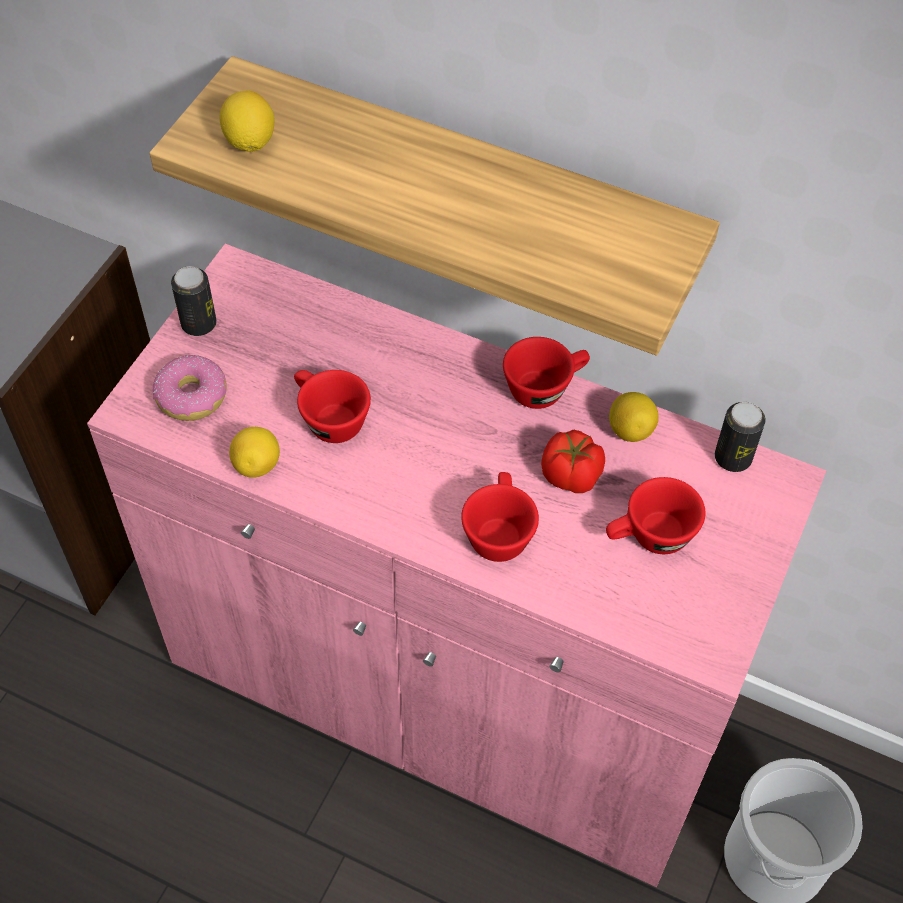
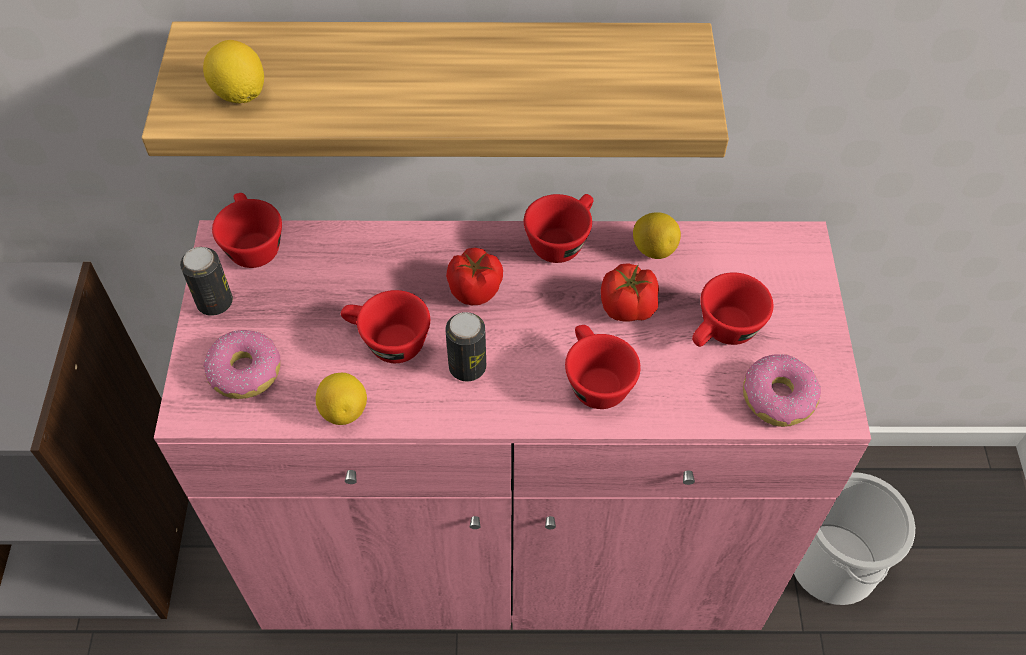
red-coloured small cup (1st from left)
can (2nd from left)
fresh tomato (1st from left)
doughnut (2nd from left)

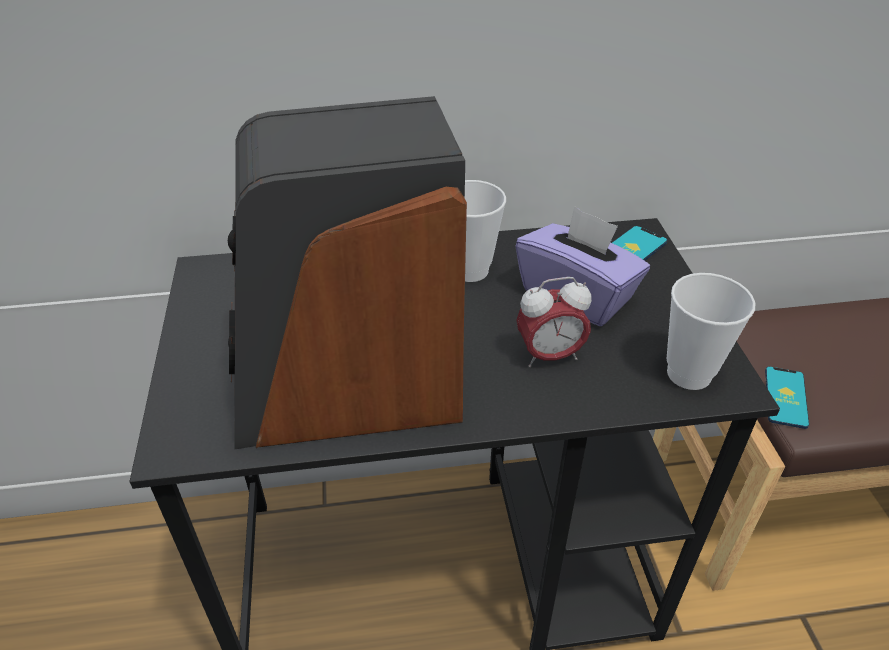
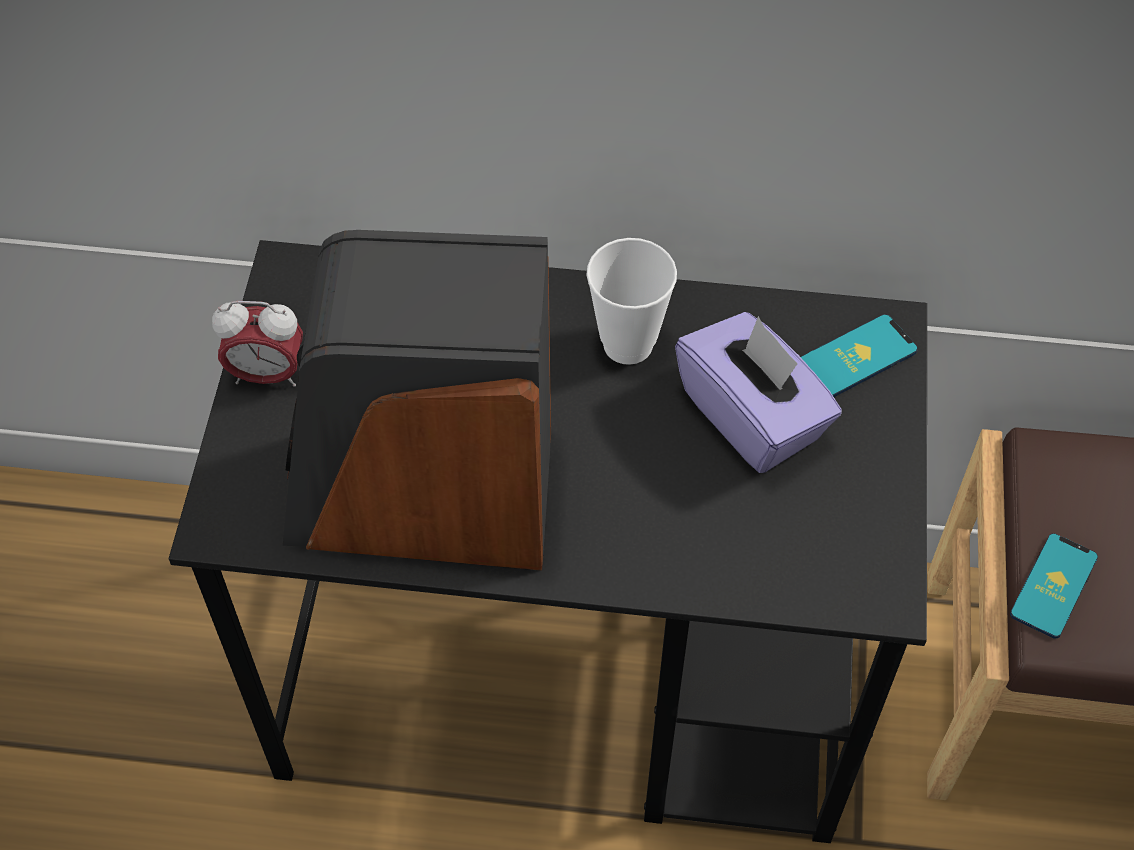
bedside clock
small cup (2nd from left in the first image)

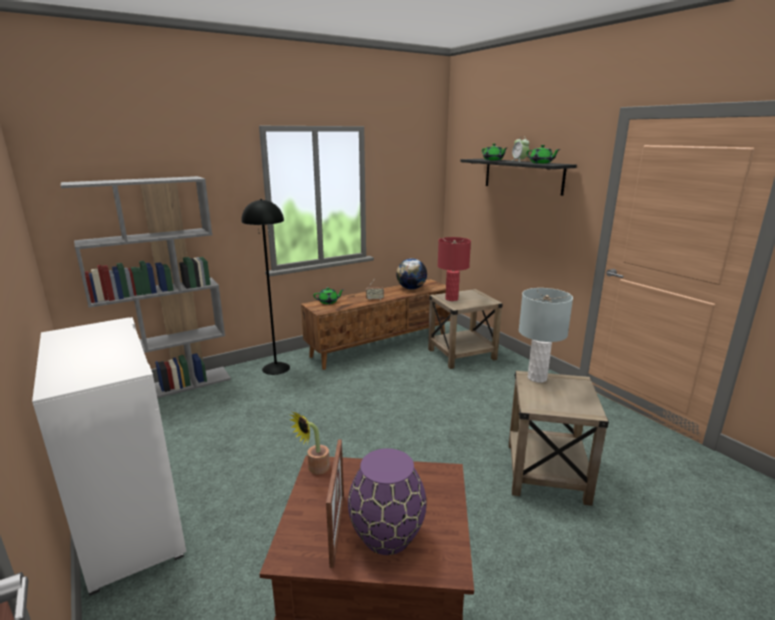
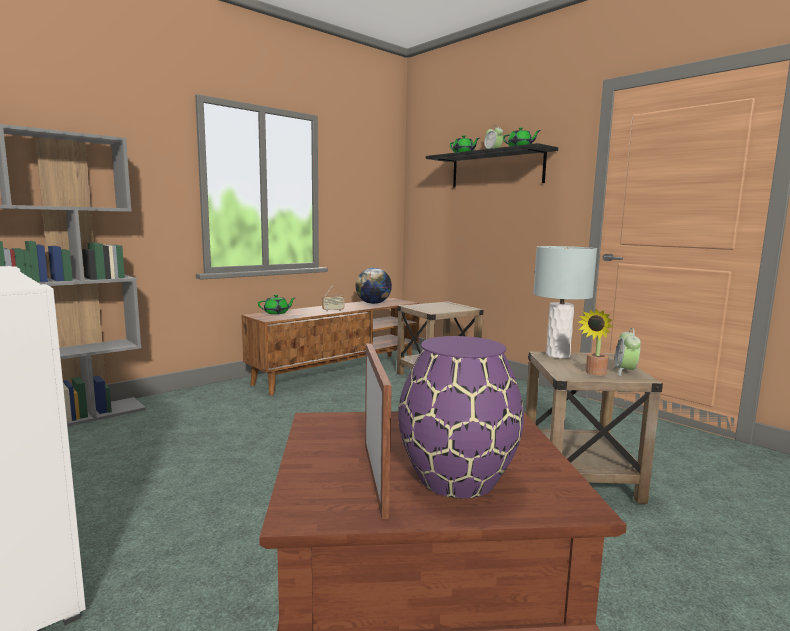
potted plant
bedside clock (2nd from left)
black floor lamp
red-coloured lamp for a table

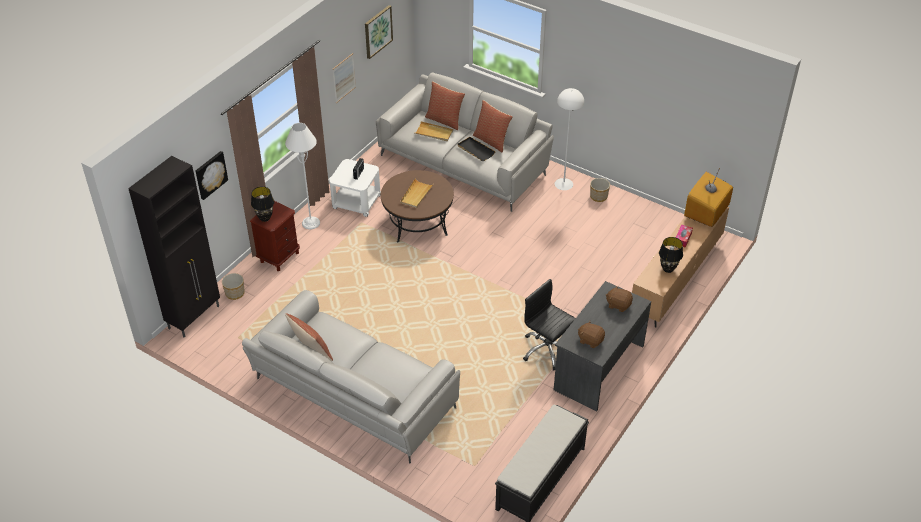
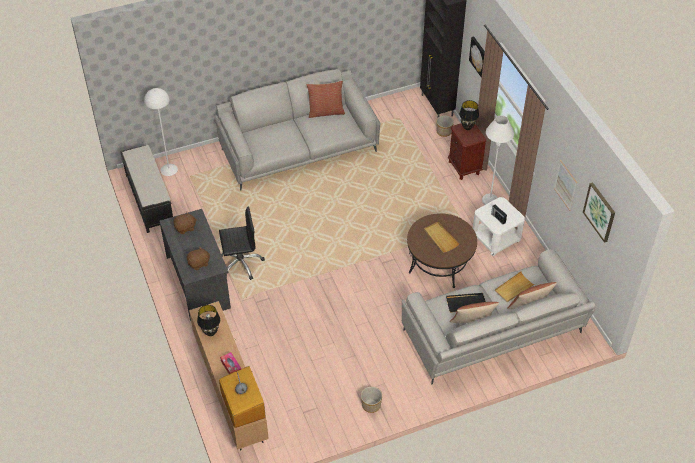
white-coloured floor lamp (1st from left)

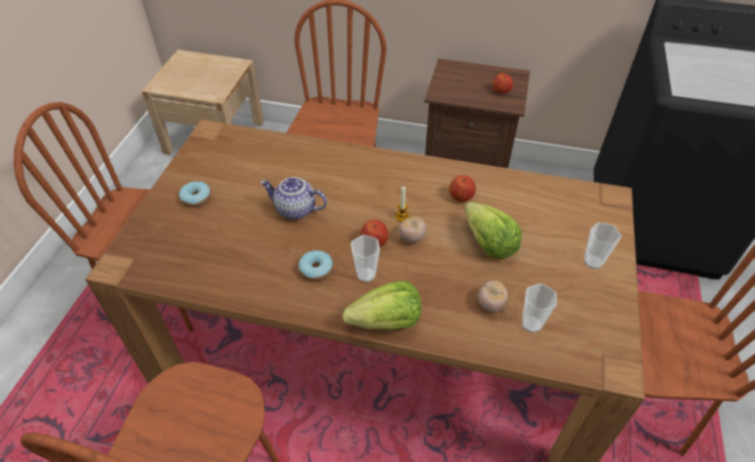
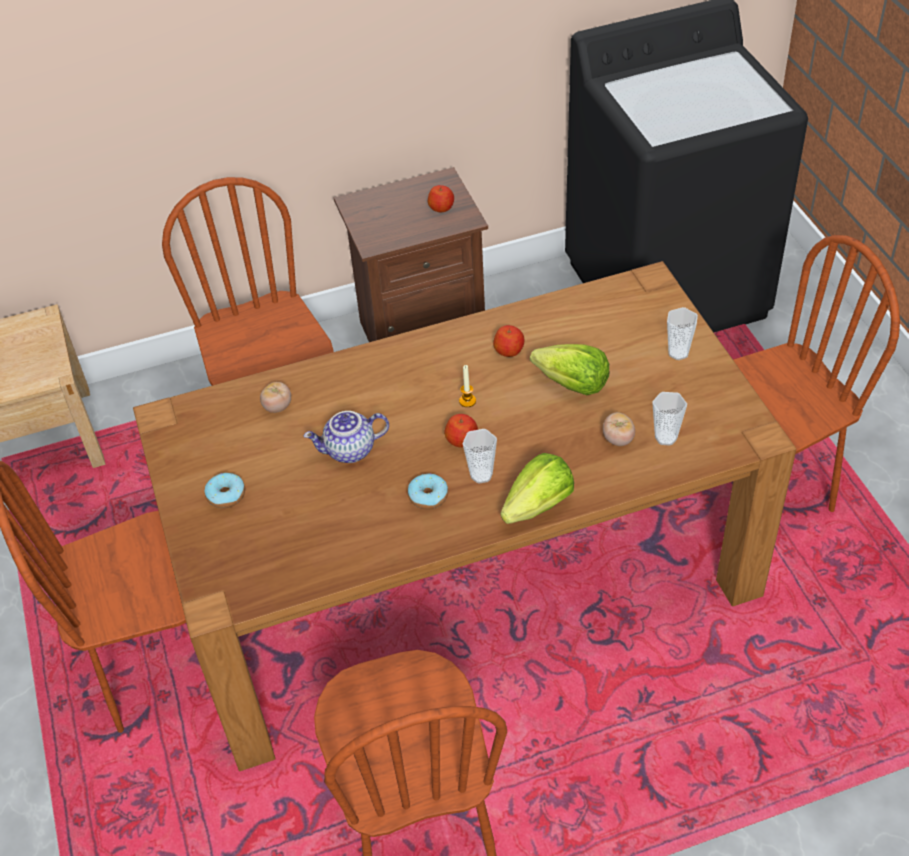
fresh tomato (1st from left)

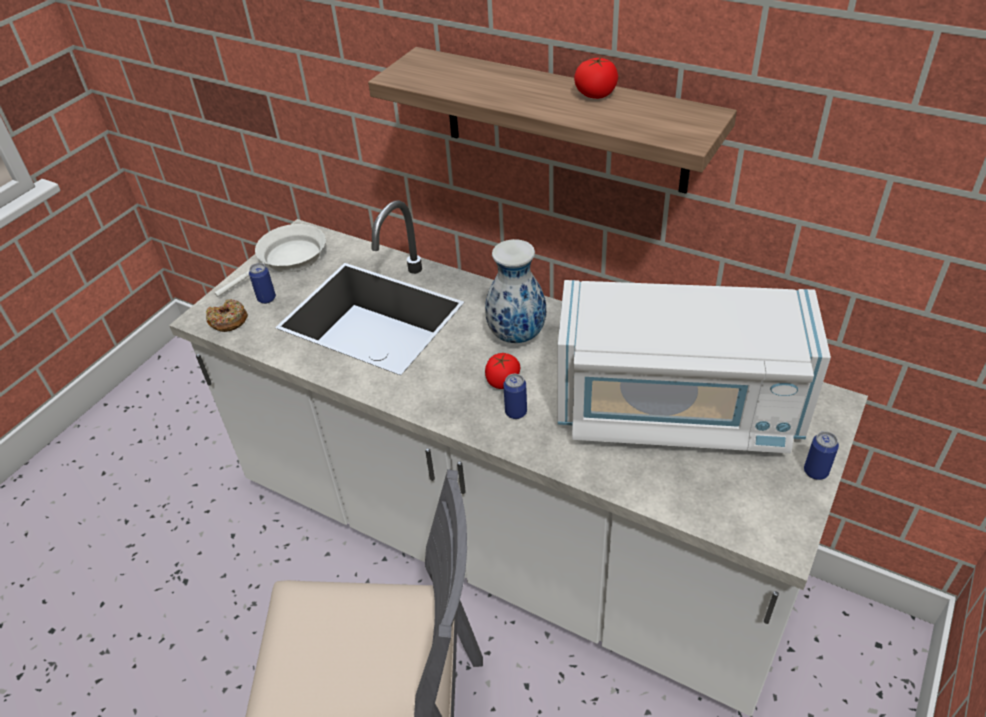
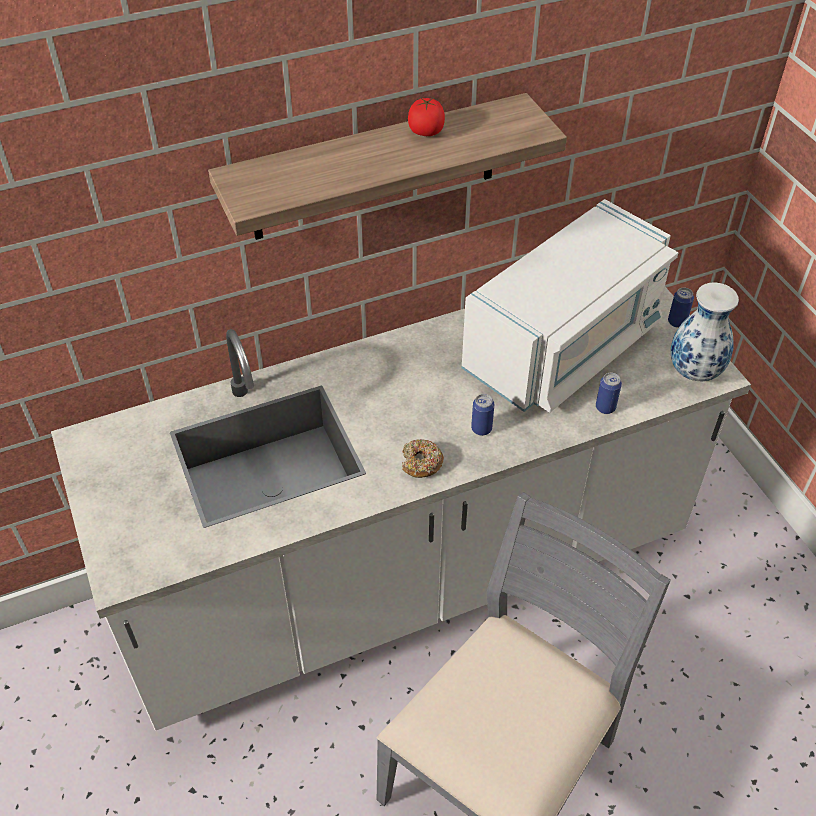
doughnut
can (2nd from left)
decorative vase
white-coloured skillet
fresh tomato (1st from left in the first image)

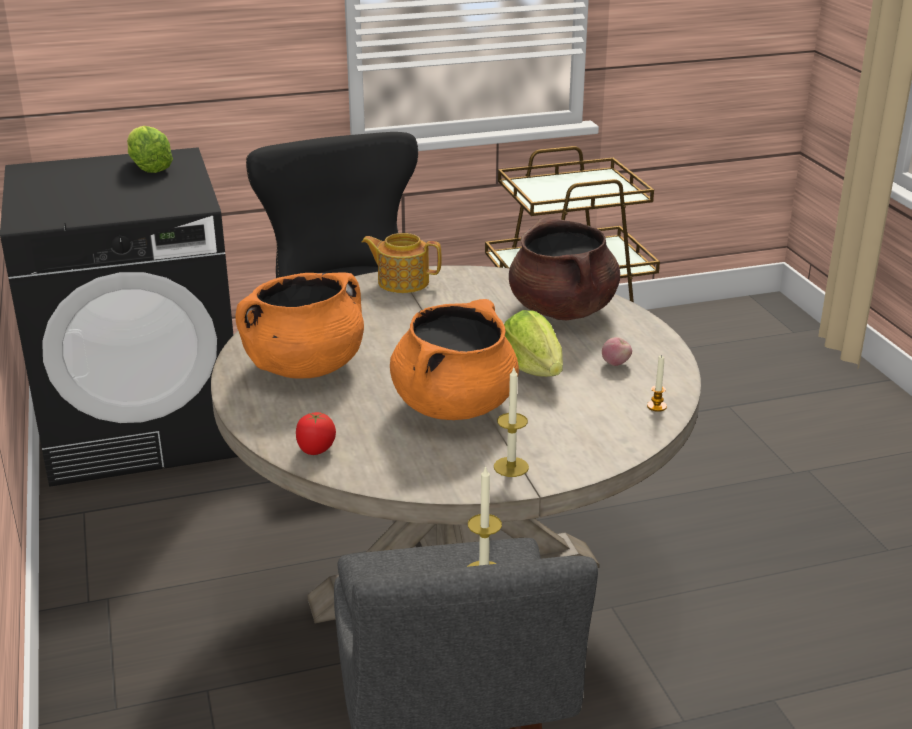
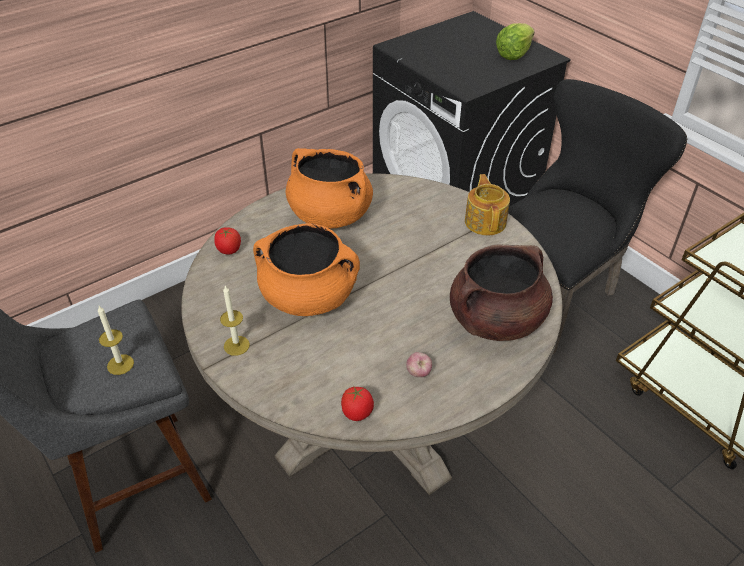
fresh tomato (2nd from left)
head of lettuce (2nd from left in the first image)

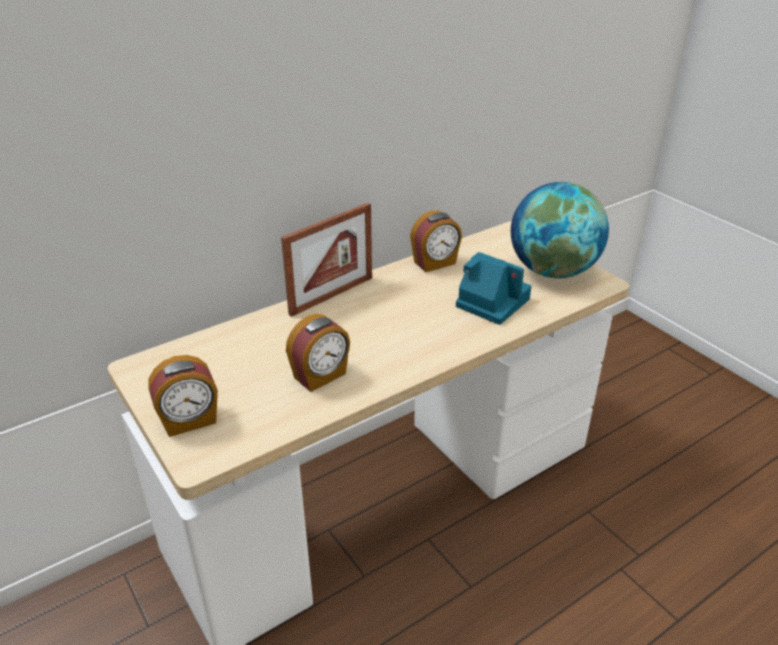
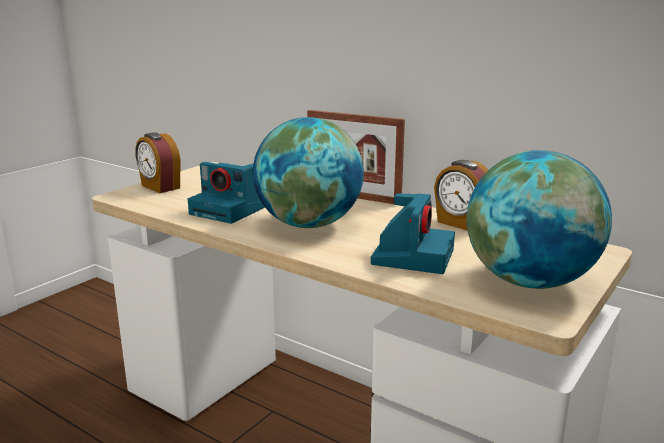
still camera (1st from left)
globe (1st from left)

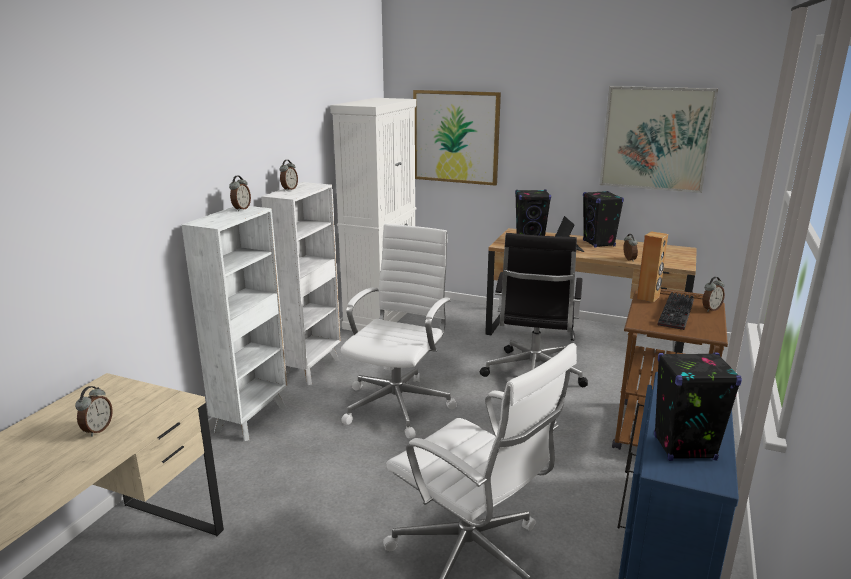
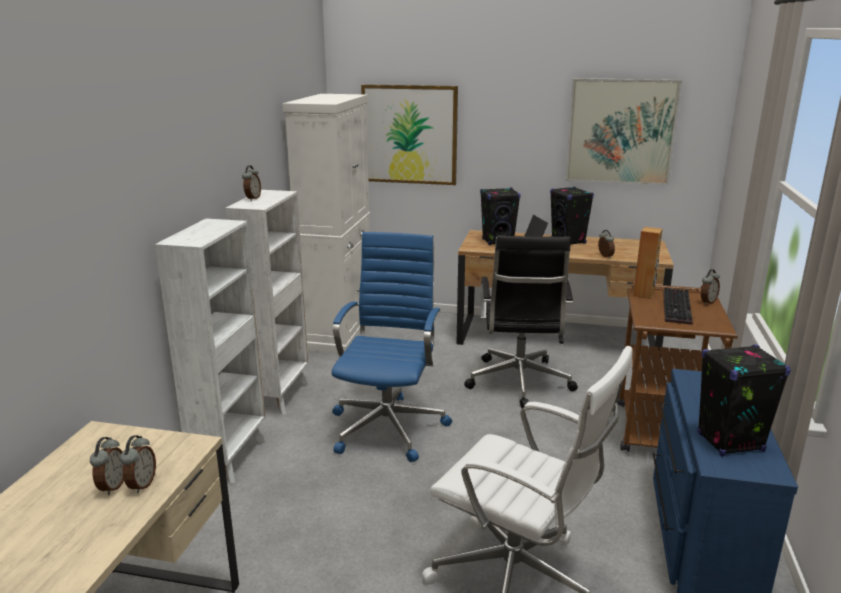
bedside clock (2nd from left)
bluish desk chair

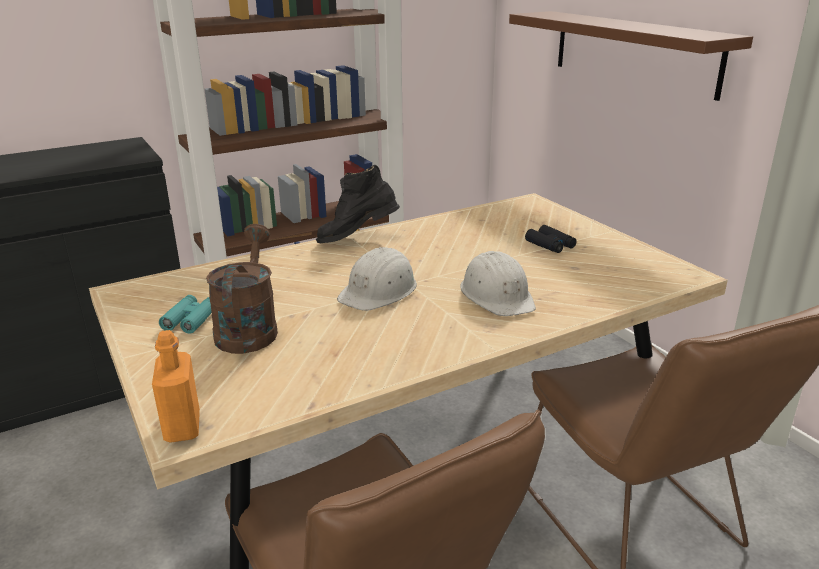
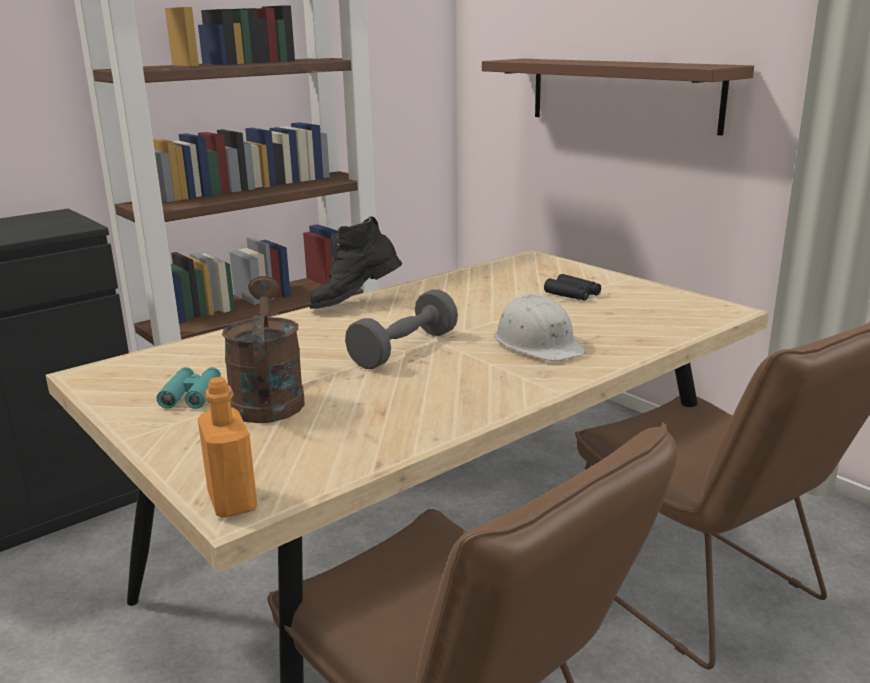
gray hand weight

